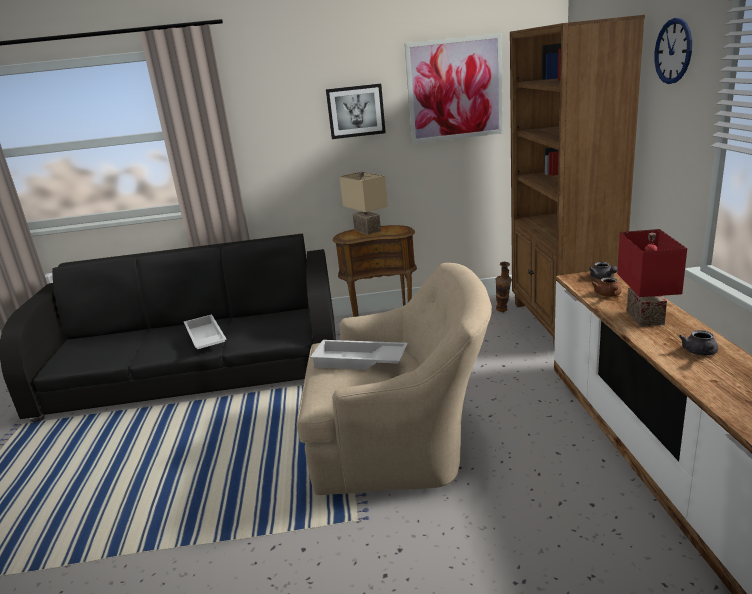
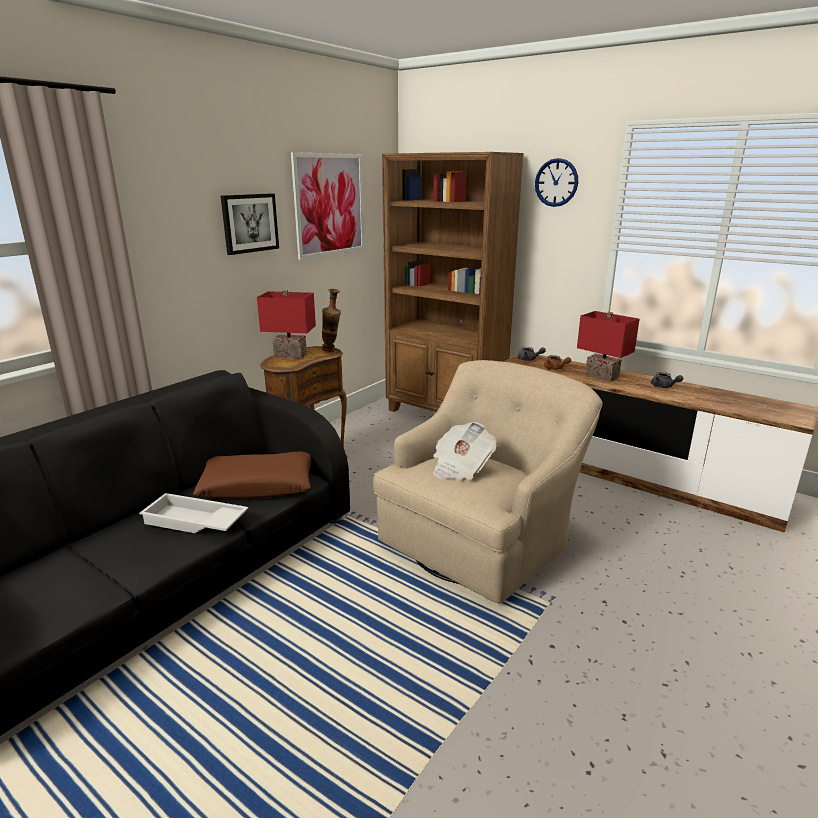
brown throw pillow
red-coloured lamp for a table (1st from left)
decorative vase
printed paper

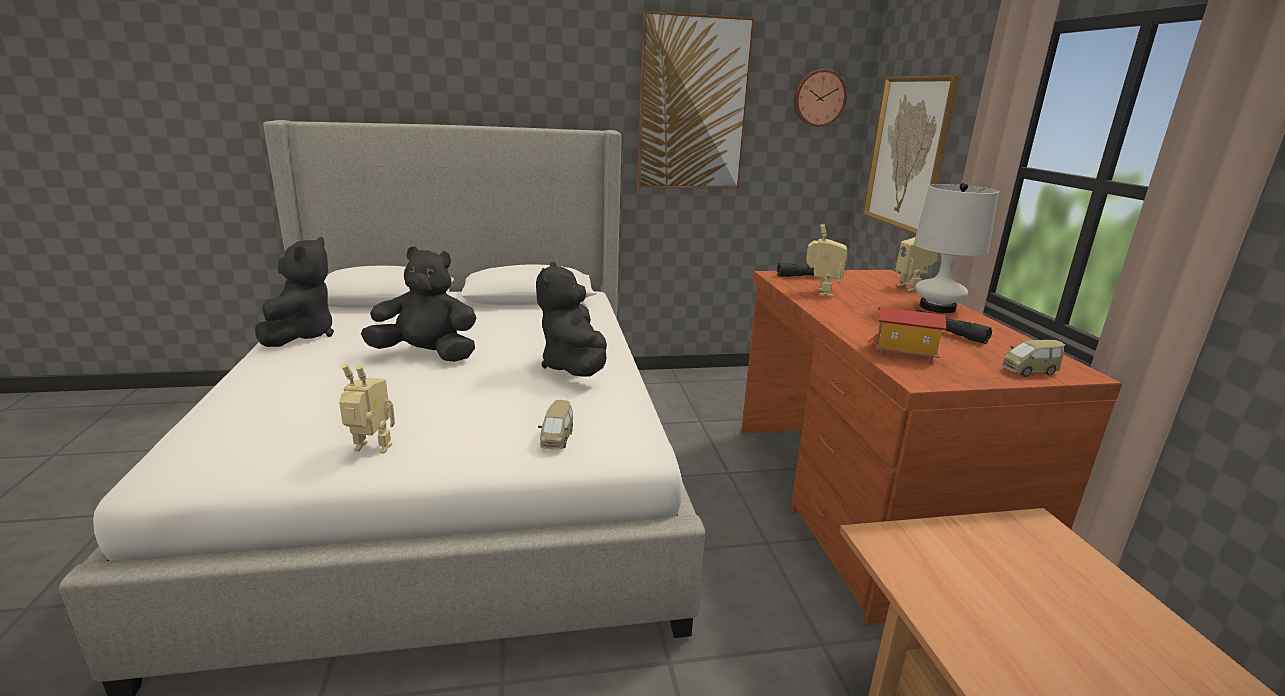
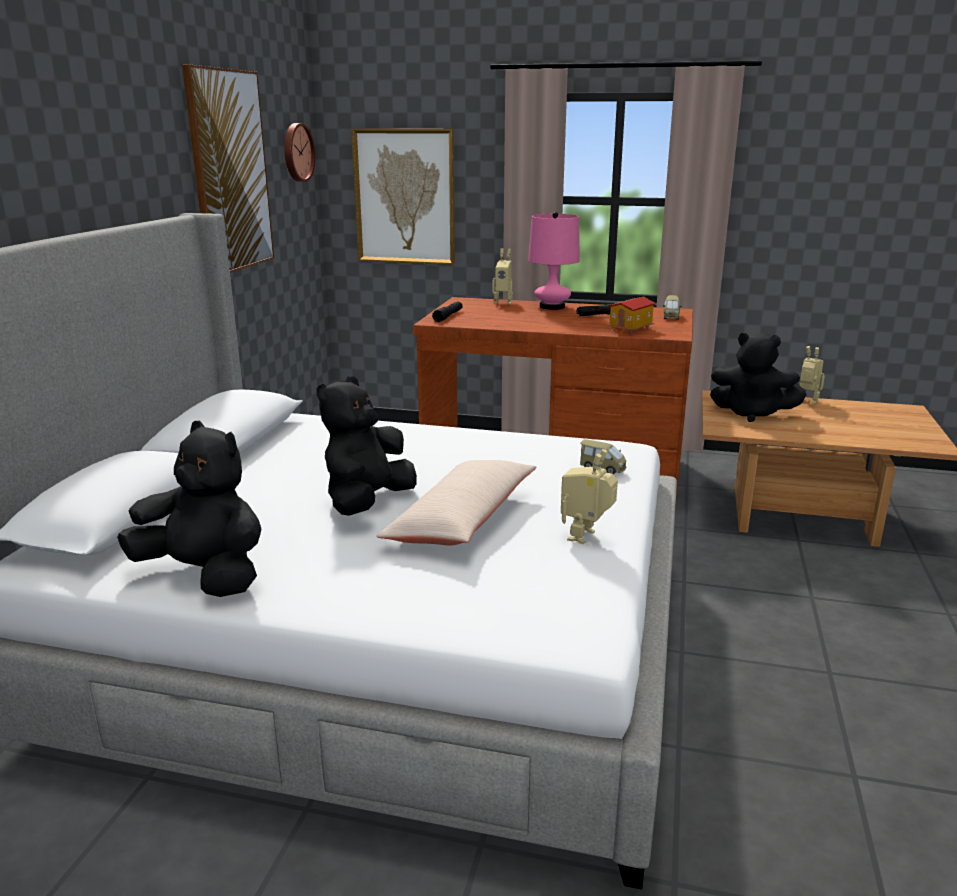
sand-coloured throw pillow
pinkish lamp for a table
black plush toy (3rd from left)
toy robot (3rd from left)

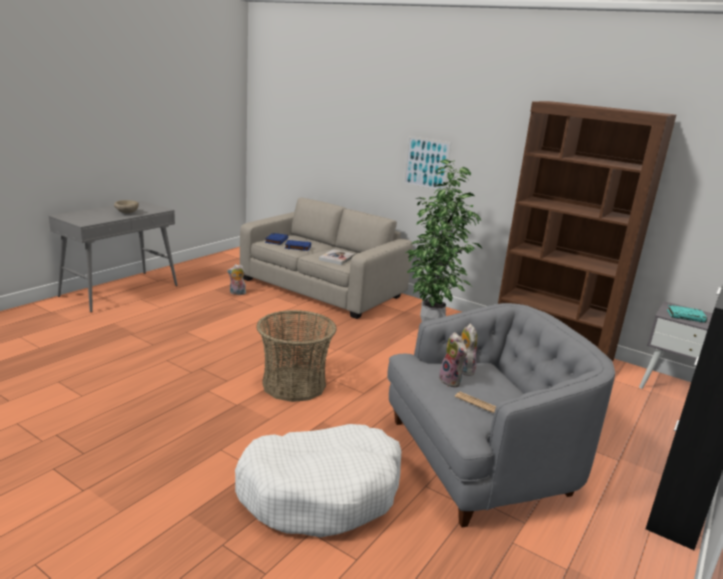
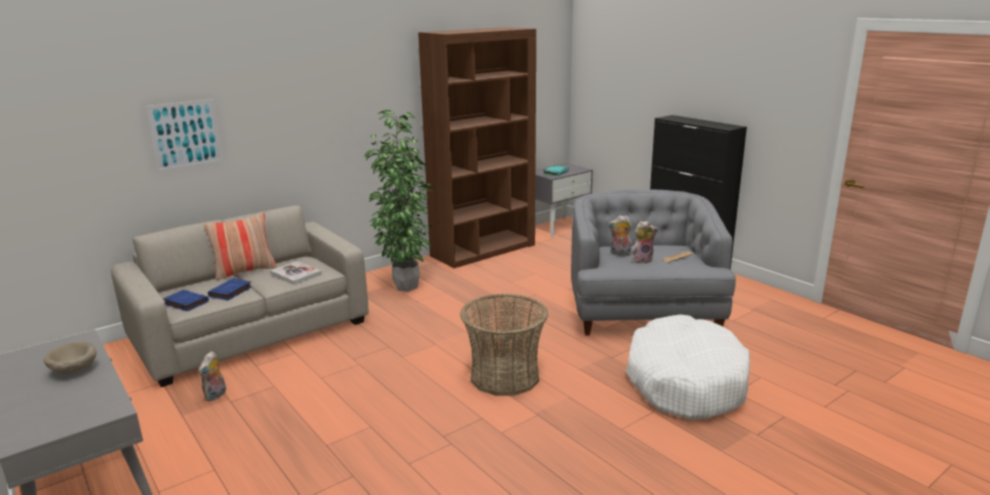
wall art
throw pillow

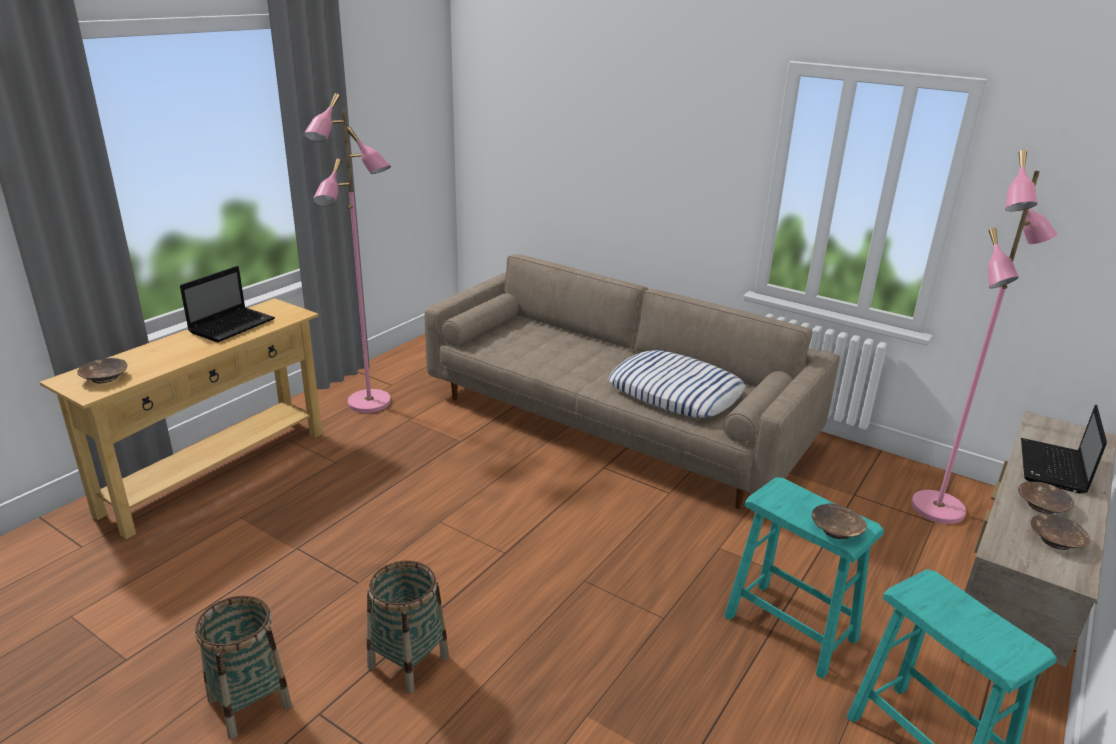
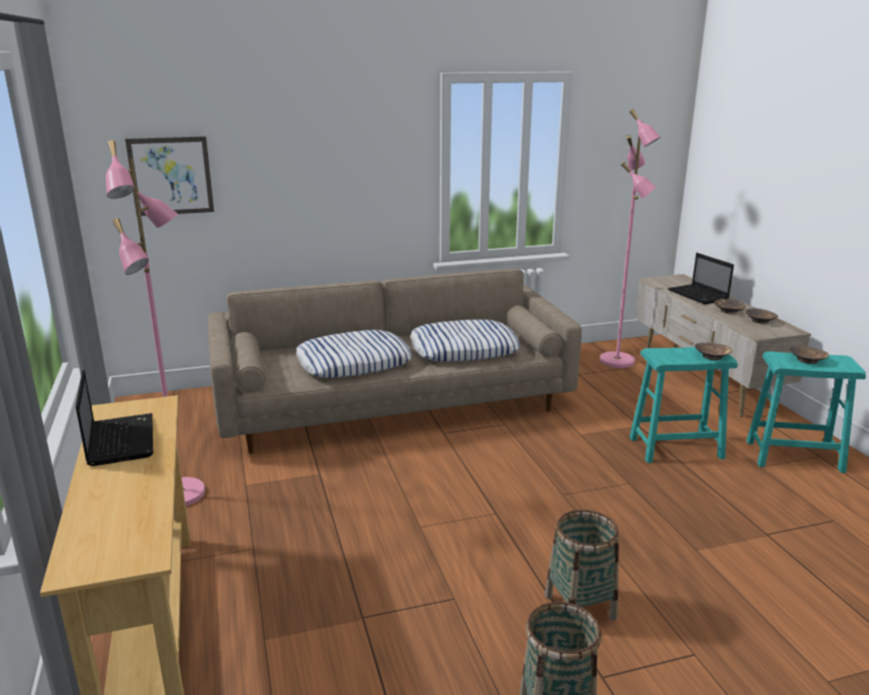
wall art
throw pillow (1st from left)
brown bowl (4th from left)

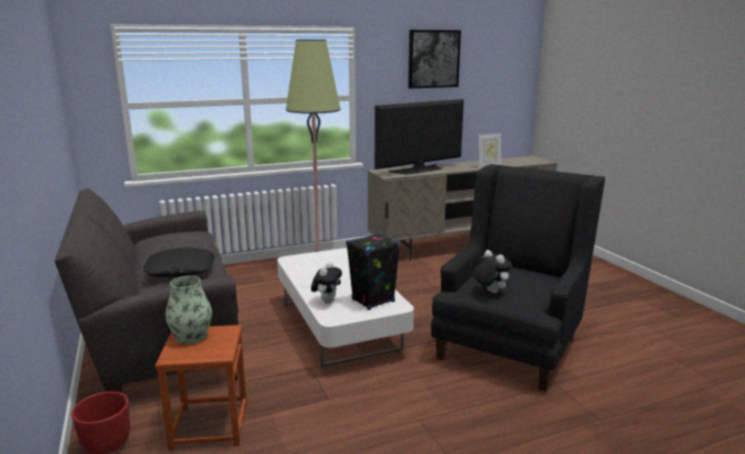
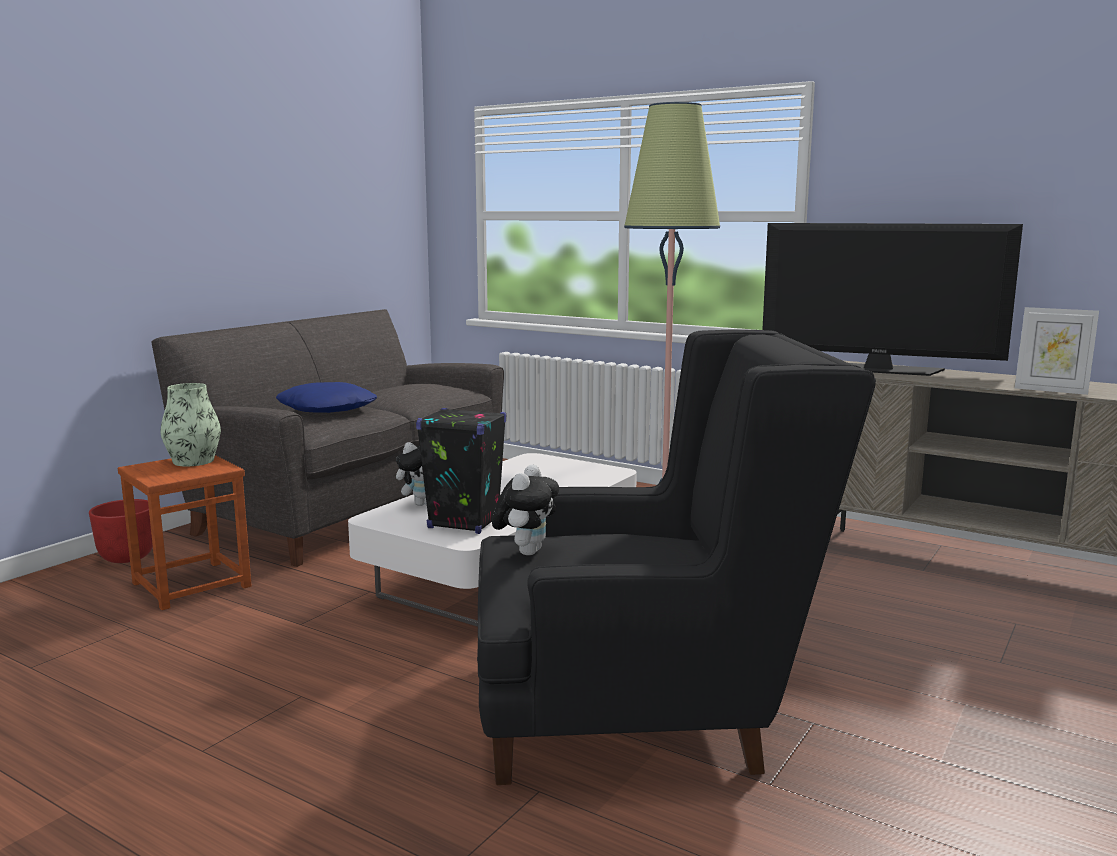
bluish throw pillow
wall art

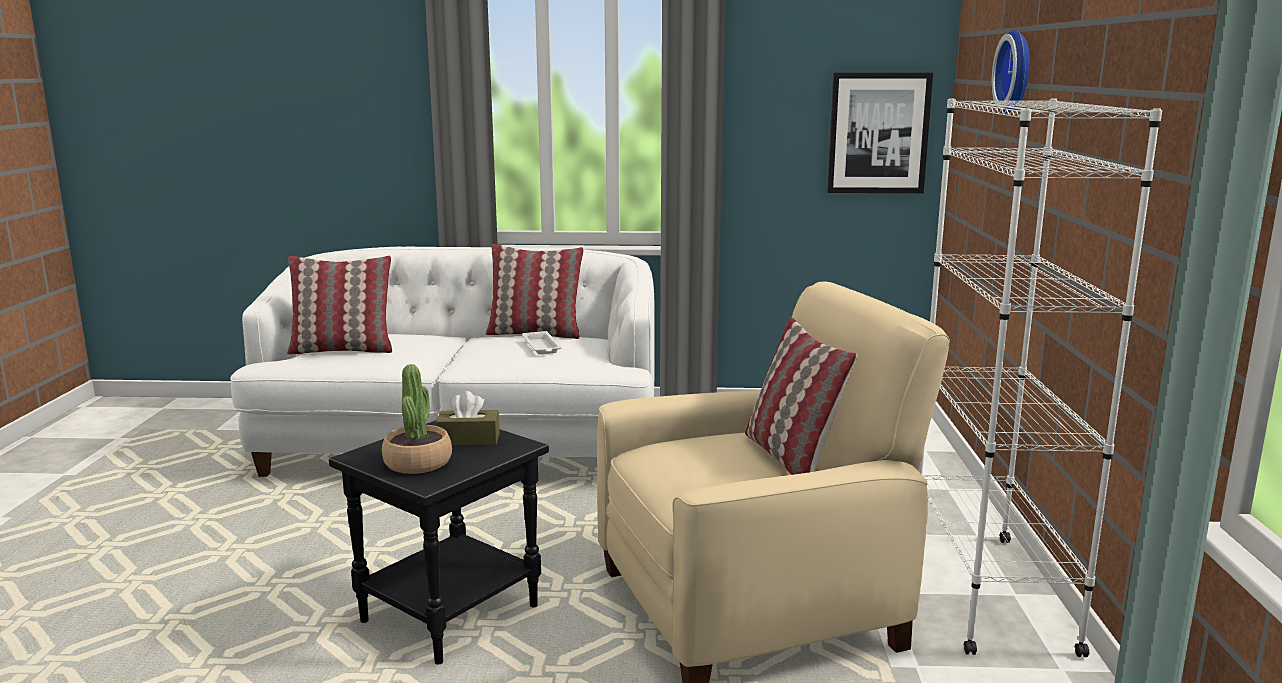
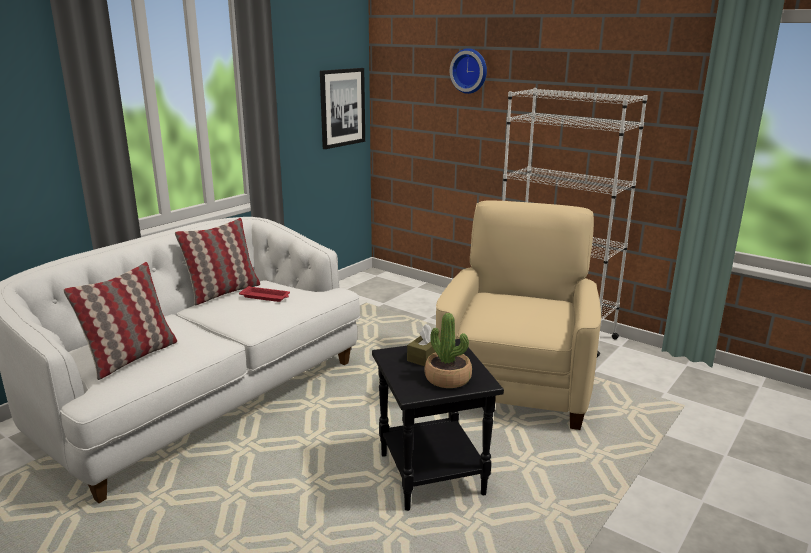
red-coloured serving tray
throw pillow (3rd from left in the first image)

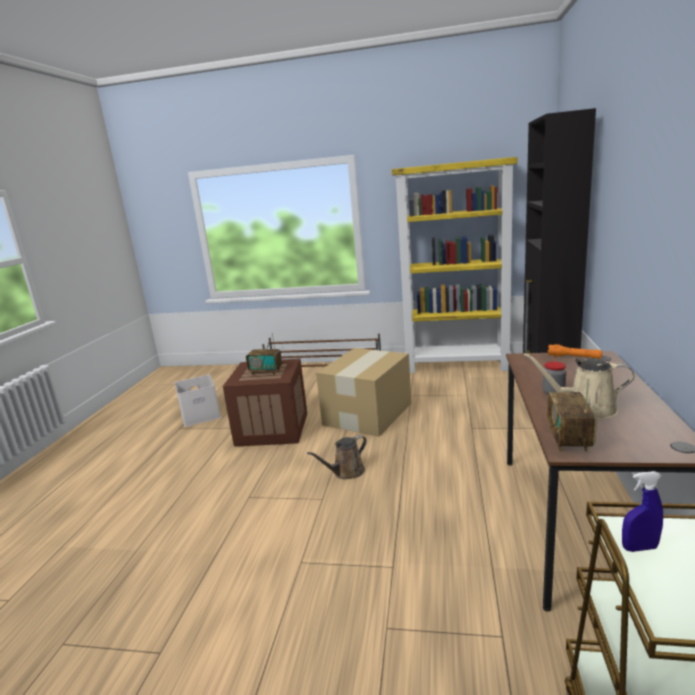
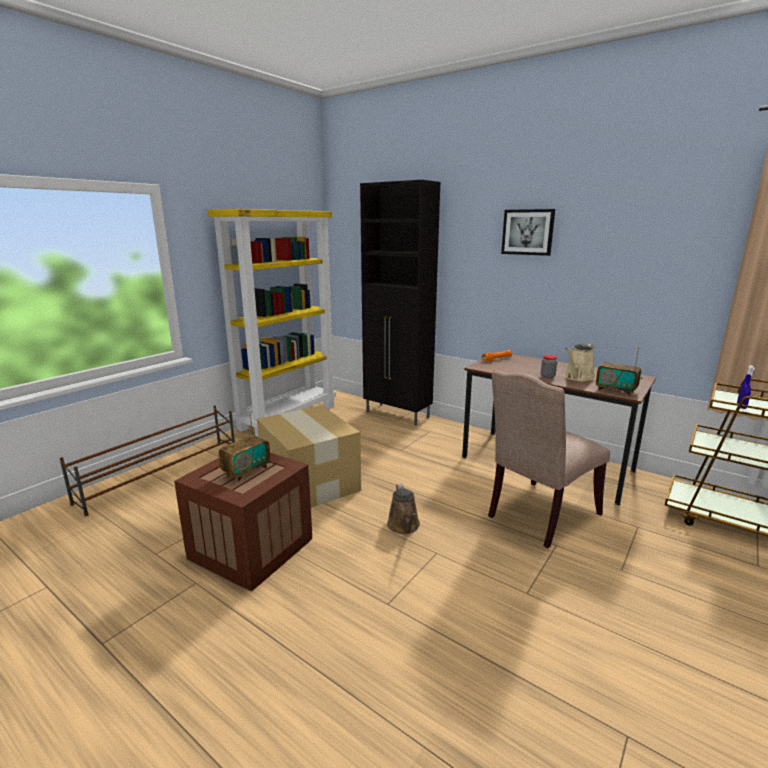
sand-coloured plain chair
wall art
white-coloured storage box

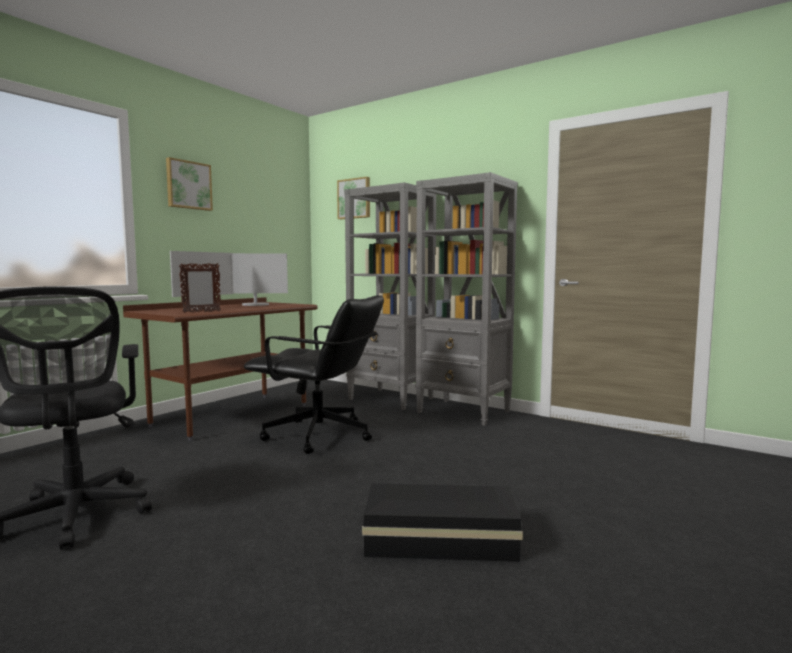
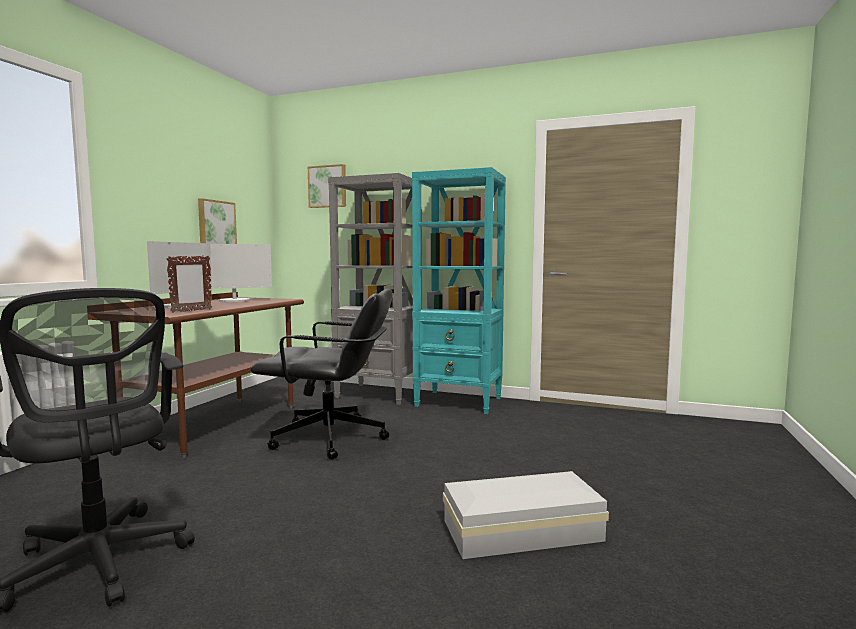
wall art (1st from left)
turquoise shelving unit
white-coloured storage box

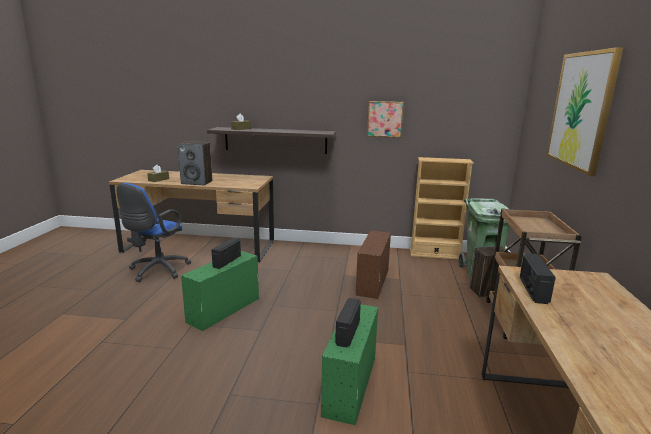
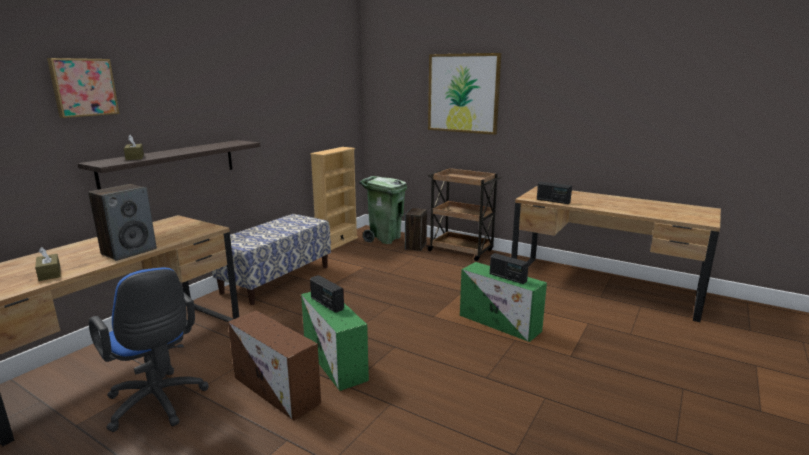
wall art (1st from left)
long seat
brown storage box

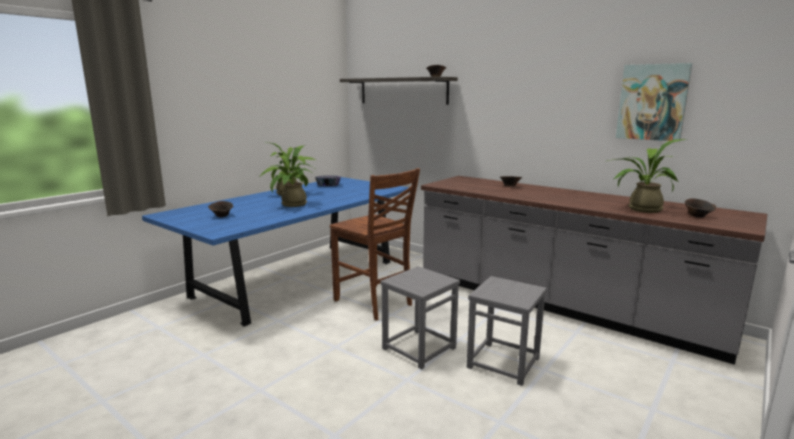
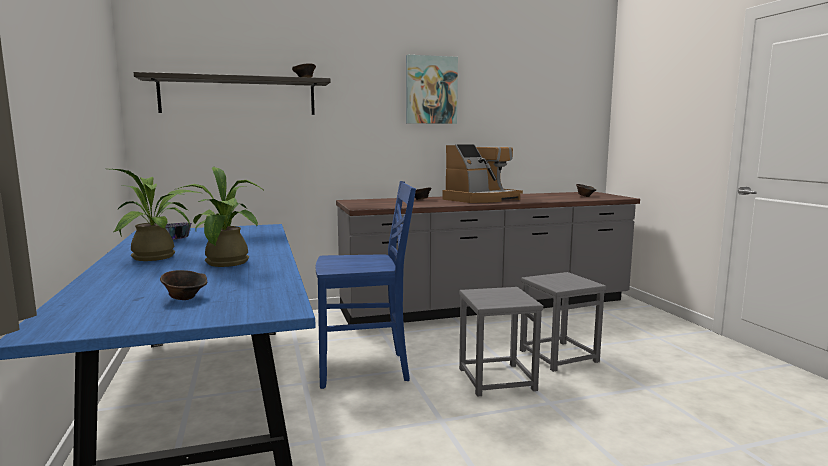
bluish plain chair
wall art
coffee machine
potted plant (3rd from left in the first image)

